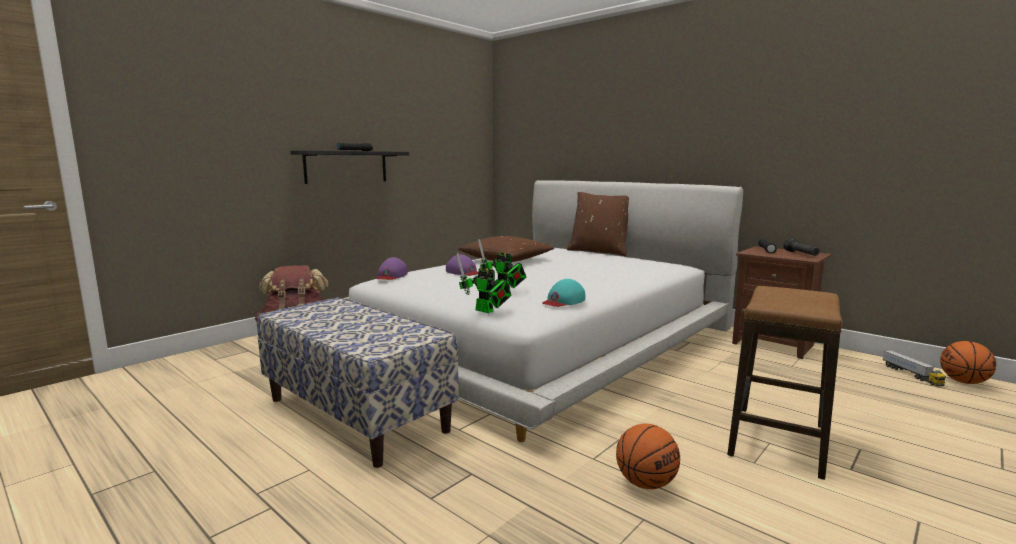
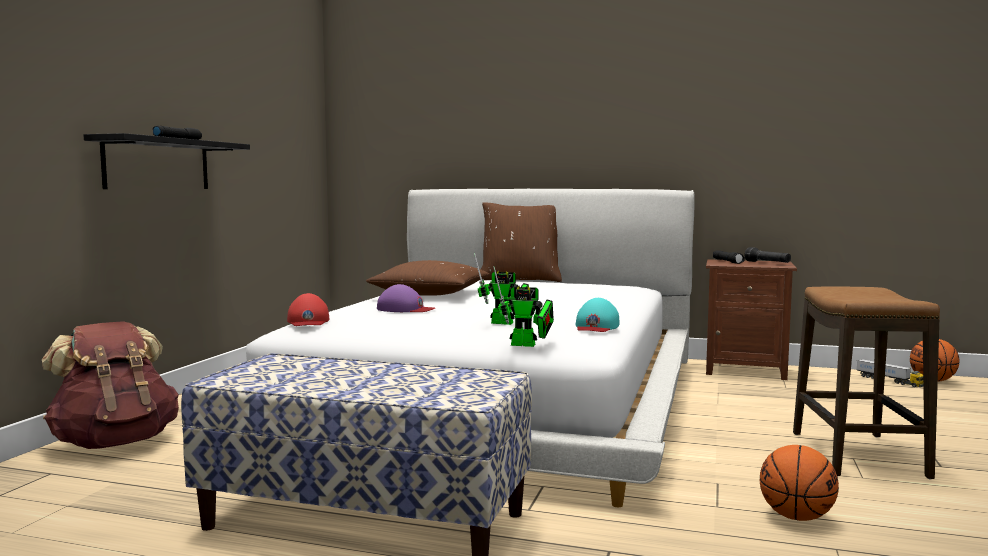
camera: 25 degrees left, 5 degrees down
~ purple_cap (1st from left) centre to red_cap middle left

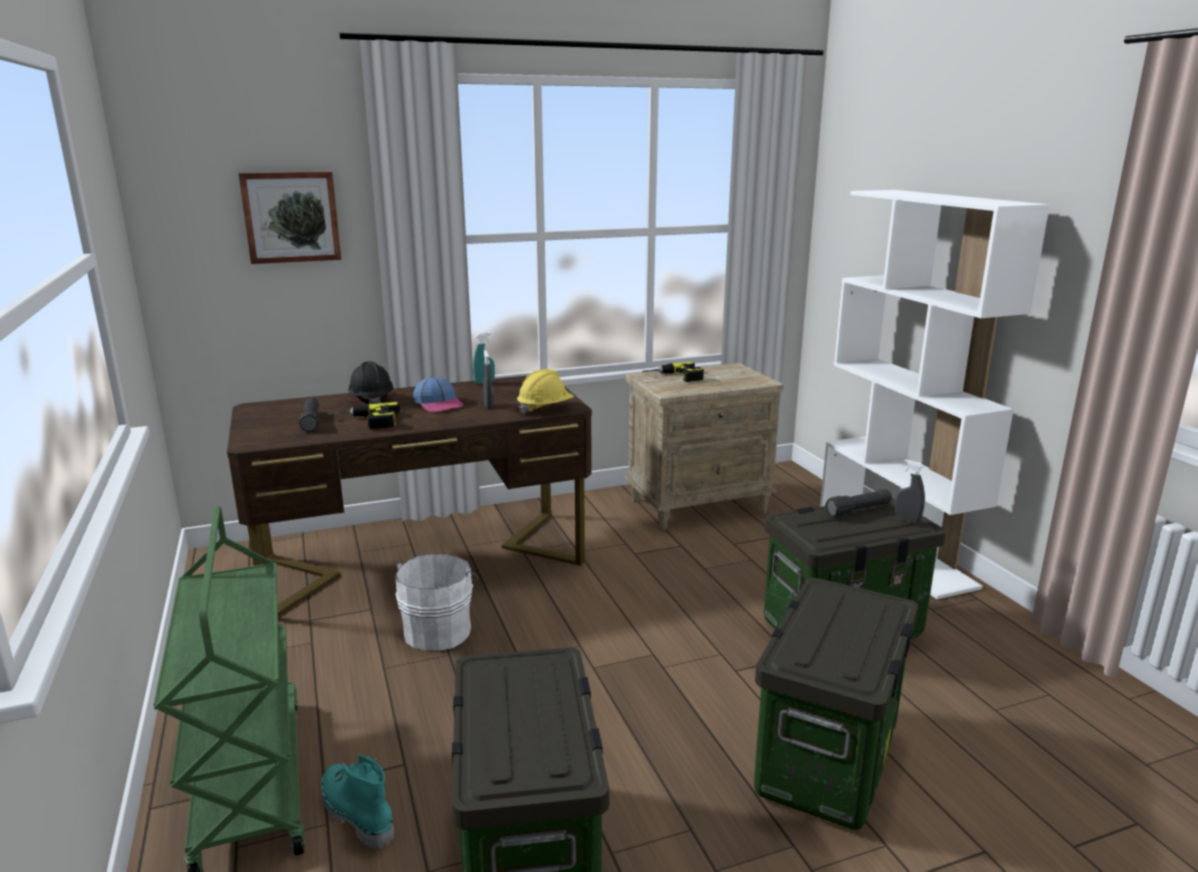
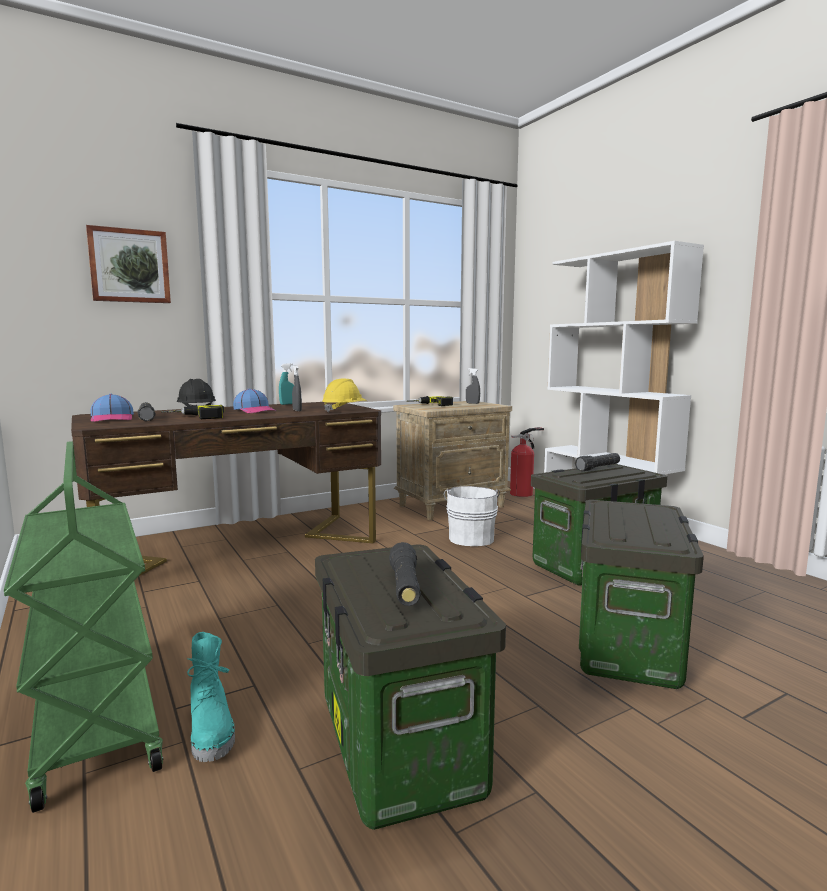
camera: 10 degrees left, 10 degrees down
+ cap (1st from left) middle left
+ black_flashlight (2nd from left) centre
+ fire_extinguisher centre
~ white_bucket bottom centre to centre
~ grey_spray_bottle (2nd from left) middle right to centre
~ turquoise_boot bottom left = bottom left 150 degrees counterclockwise

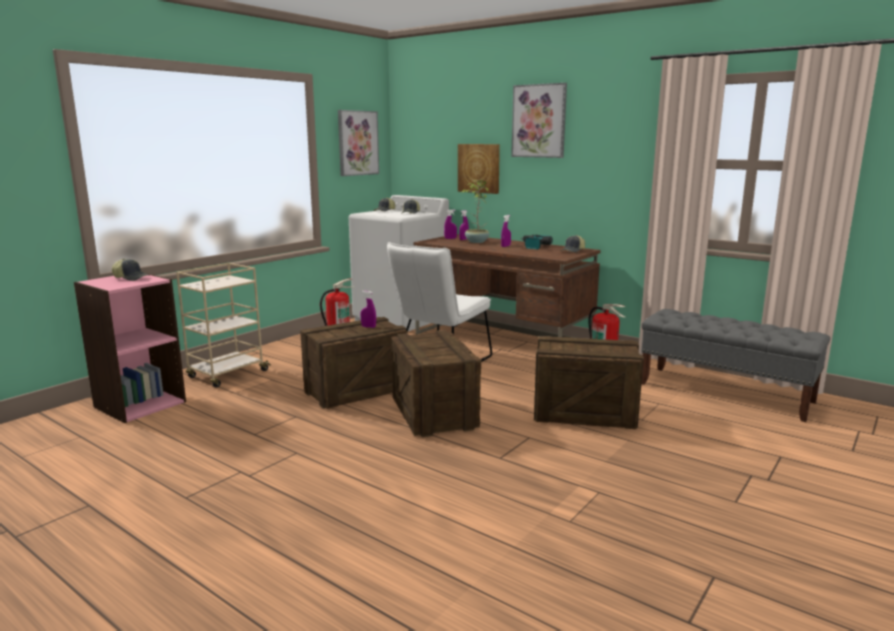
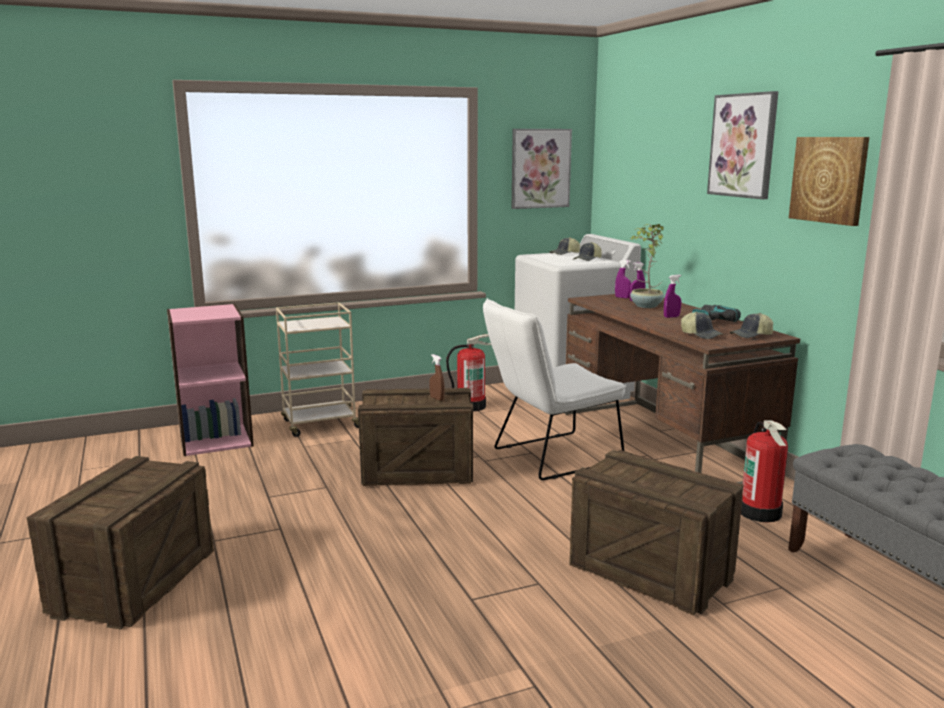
camera: 30 degrees right, 0 degrees up
~ cap (1st from left in the first image) middle left to cap (3rd from left) middle right
~ crate (2nd from left in the first image) centre to crate (1st from left) bottom left
~ picture (2nd from left in the first image) top centre to picture (3rd from left) top right
~ purple_spray_bottle (1st from left) centre to brown_spray_bottle centre

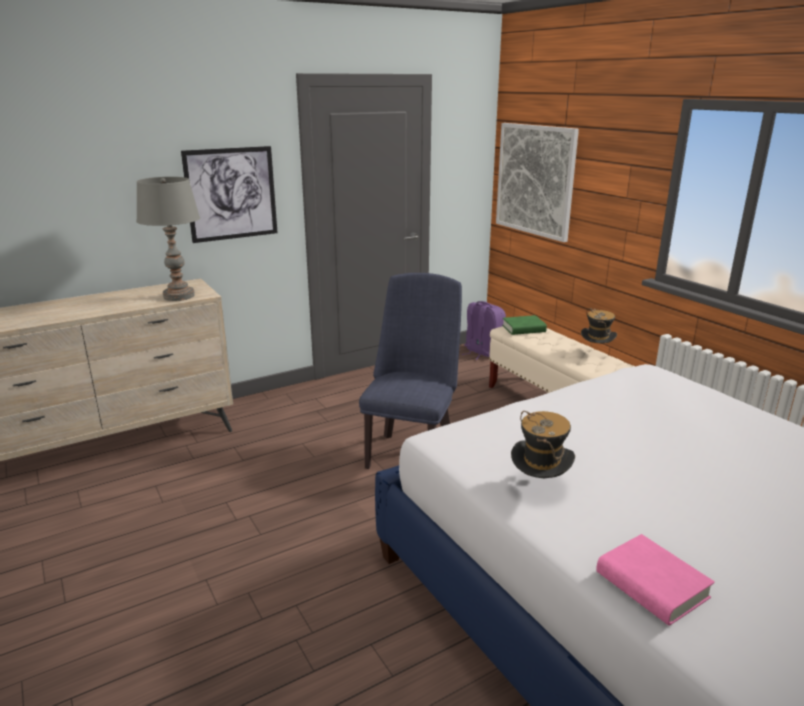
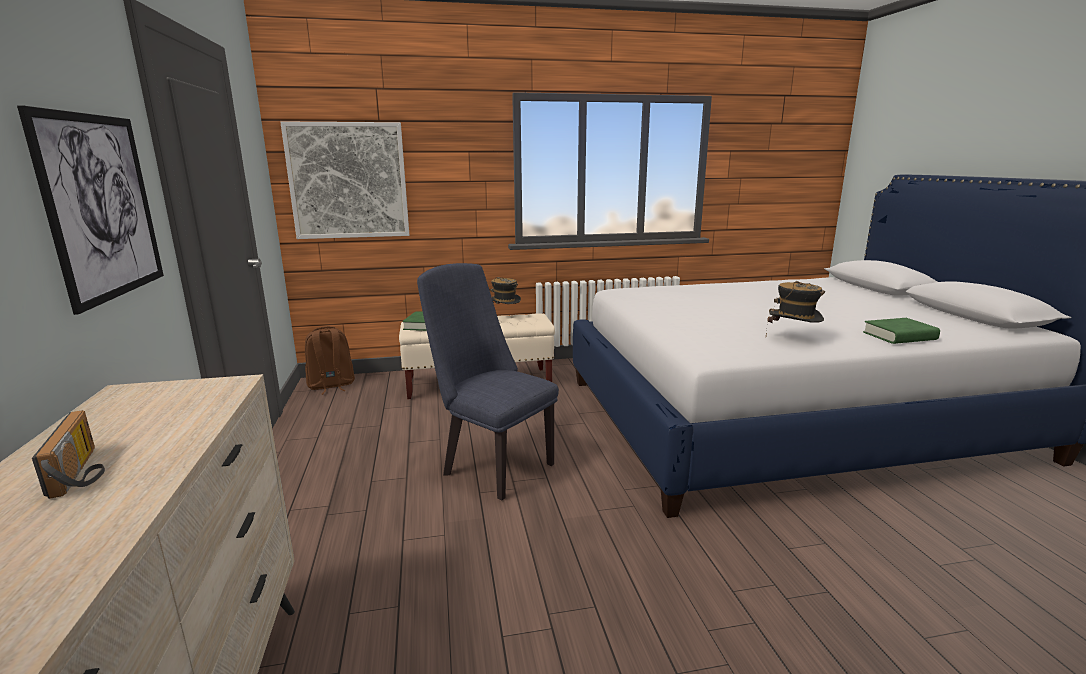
camera: 70 degrees left, 5 degrees down
- grey_table_lamp middle left
+ radio bottom left
~ purple_backpack centre to brown_backpack middle left
~ pink_book bottom right to green_book (2nd from left) middle right

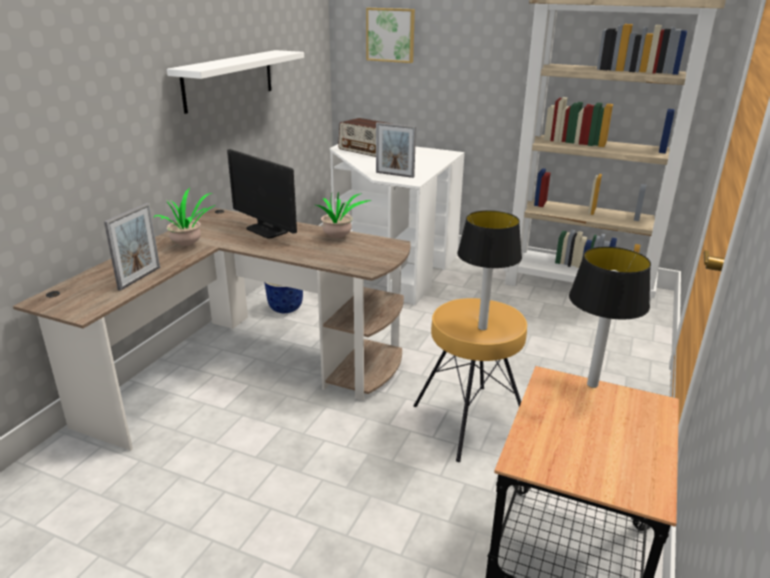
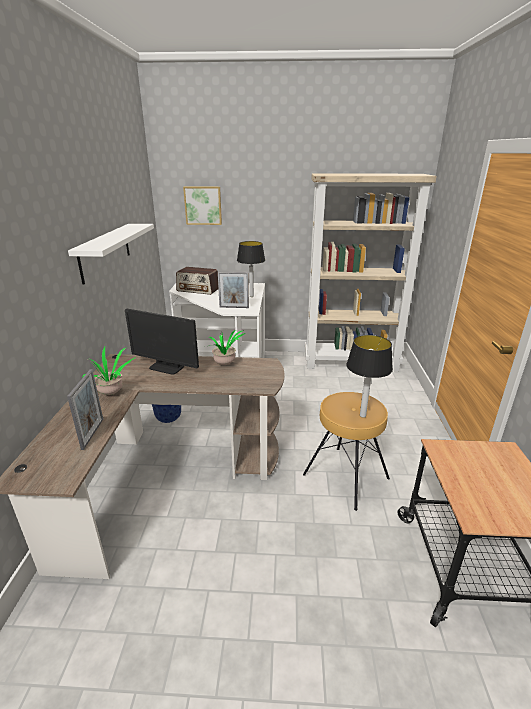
camera: 20 degrees left, 0 degrees up
~ table_lamp (2nd from left in the first image) middle right to table_lamp (1st from left) centre

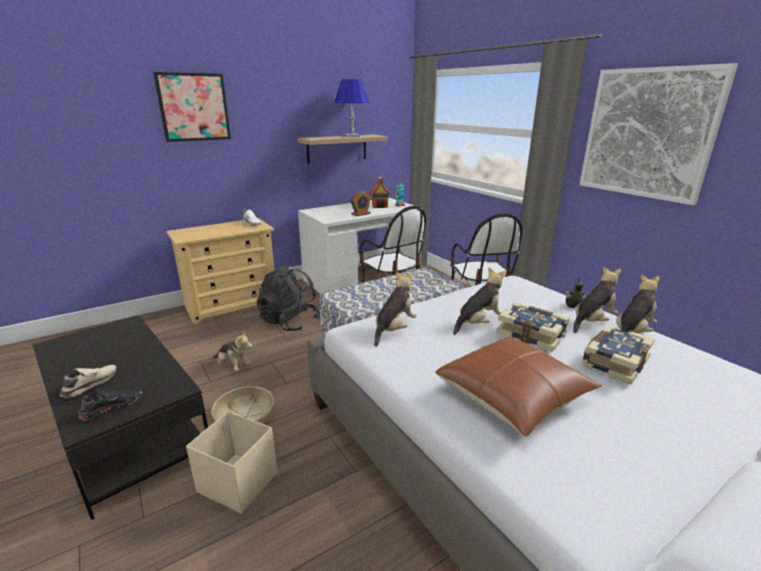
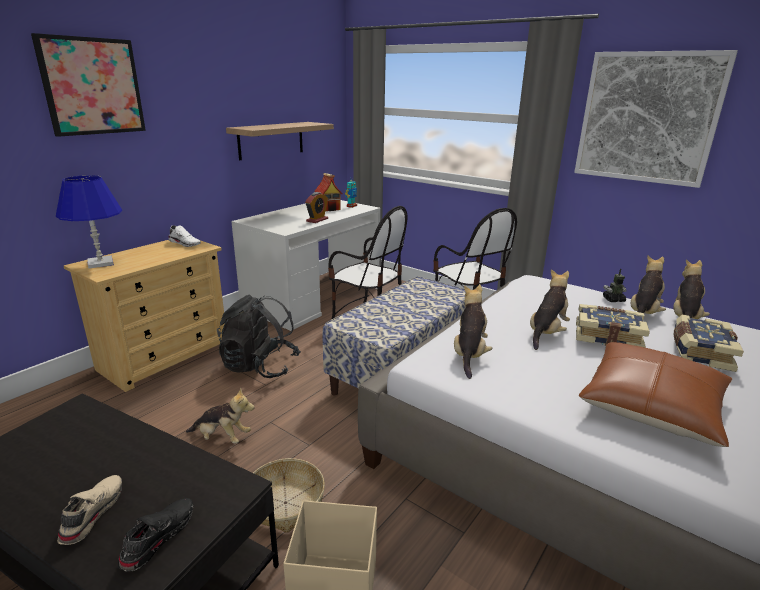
camera: 20 degrees left, 0 degrees up
~ blue_table_lamp top centre to middle left

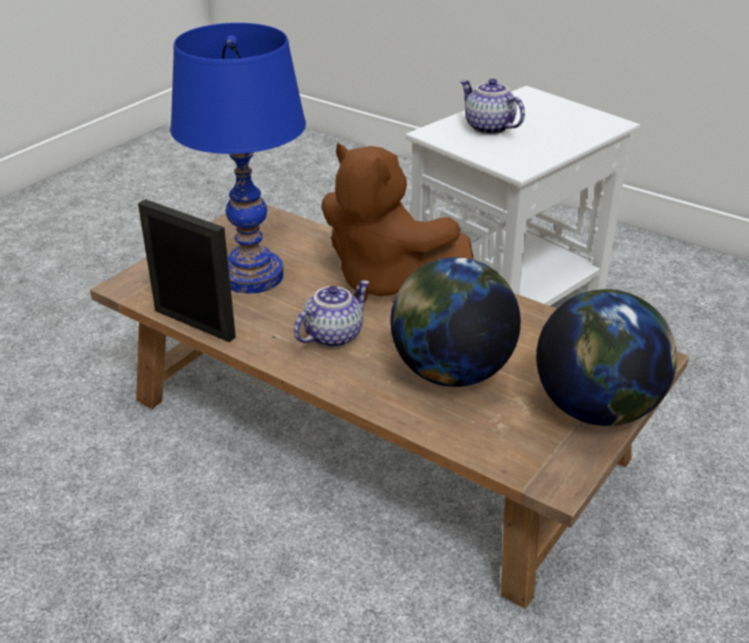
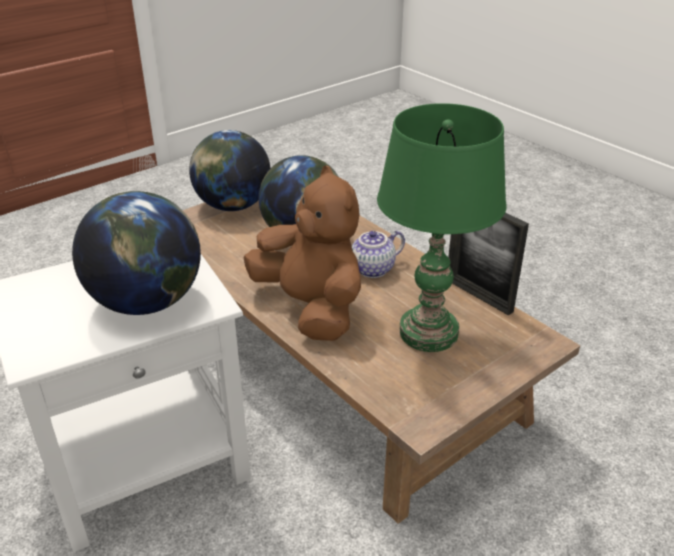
camera: 165 degrees left, 0 degrees up
~ teapot (2nd from left) top centre to globe (1st from left) middle left
~ blue_table_lamp top left to green_table_lamp centre

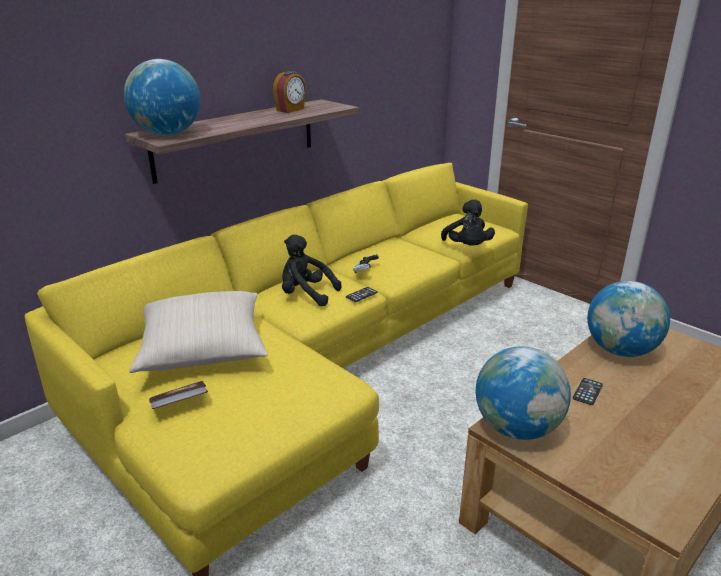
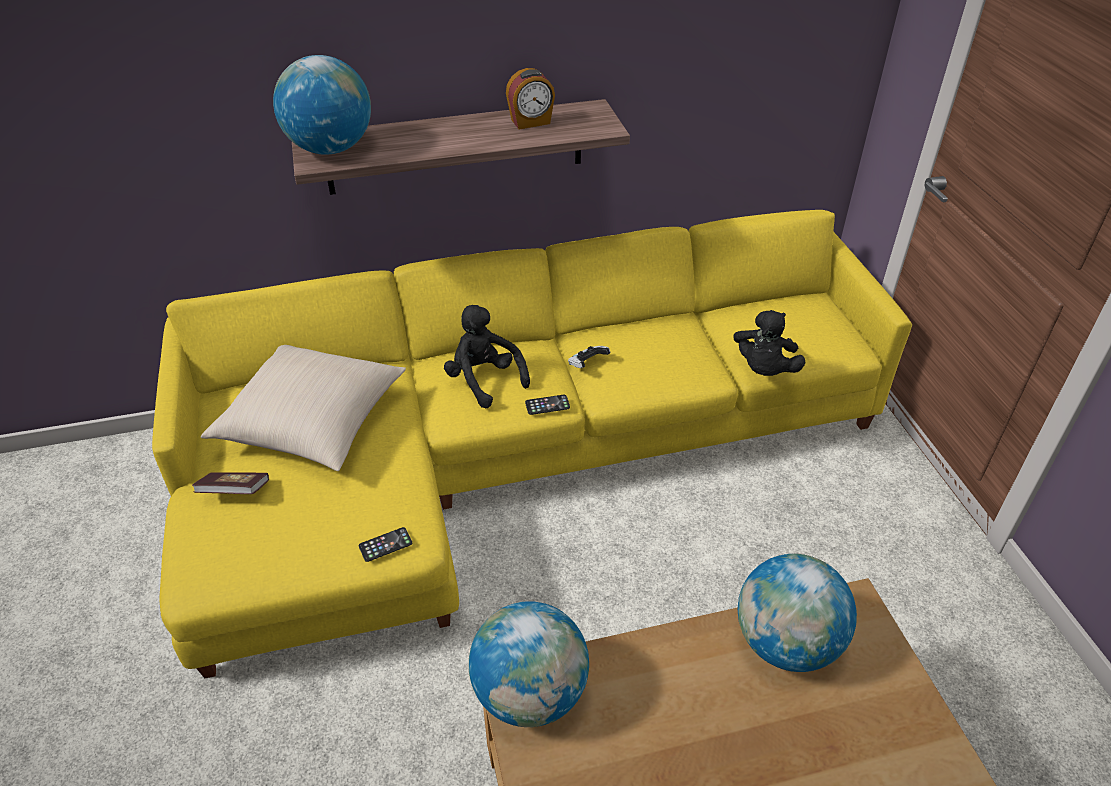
camera: 30 degrees right, 15 degrees up
~ phone (2nd from left in the first image) bottom right to phone (1st from left) bottom centre

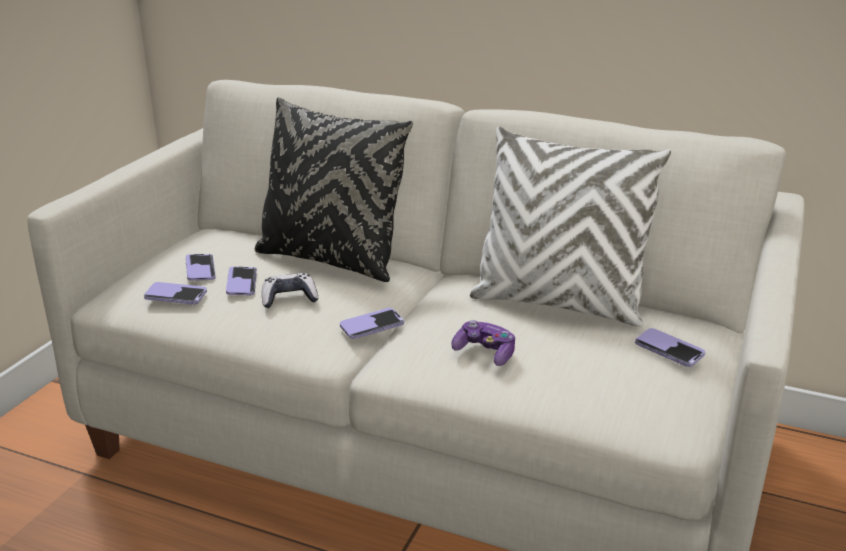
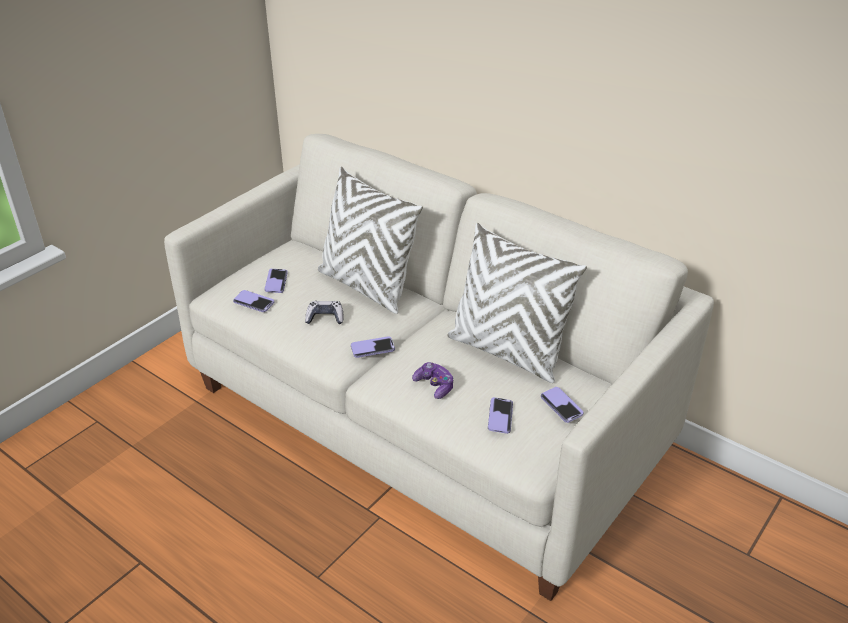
camera: 15 degrees right, 10 degrees up
~ phone (3rd from left in the first image) middle left to phone (4th from left) centre
~ black_pillow centre to white_pillow (1st from left) centre

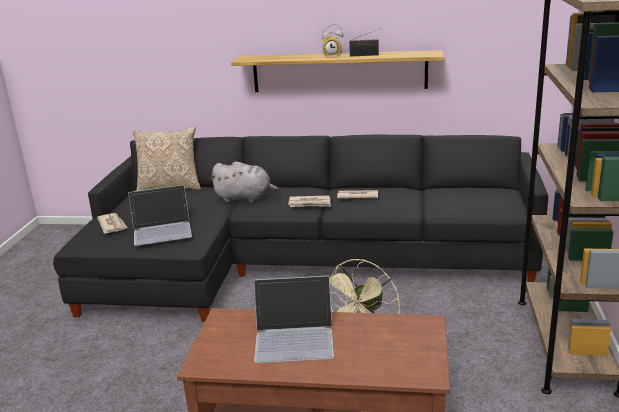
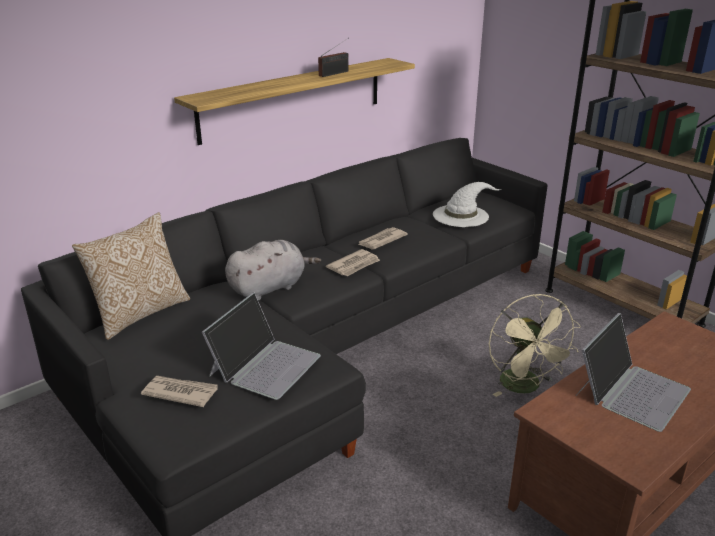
camera: 50 degrees left, 5 degrees up
- alarm_clock top centre
+ white_hat centre

